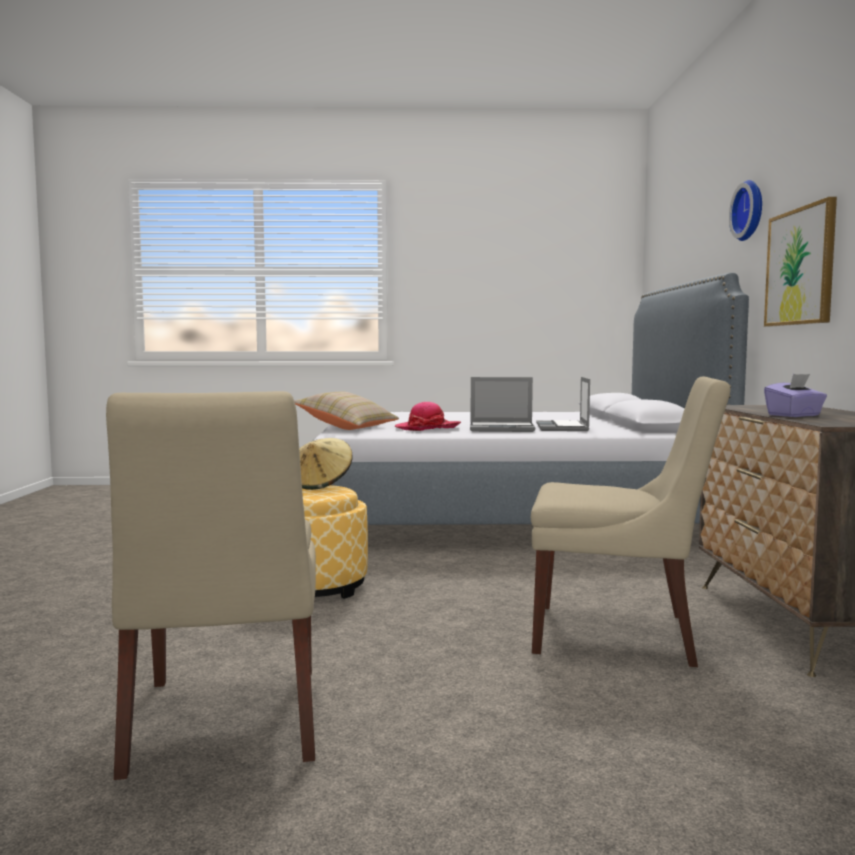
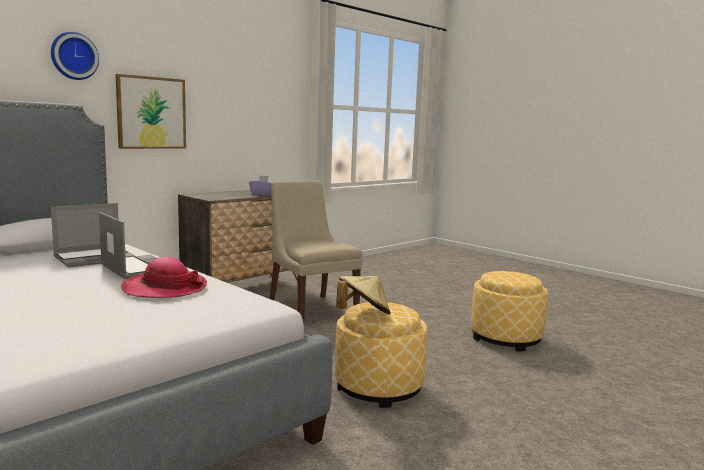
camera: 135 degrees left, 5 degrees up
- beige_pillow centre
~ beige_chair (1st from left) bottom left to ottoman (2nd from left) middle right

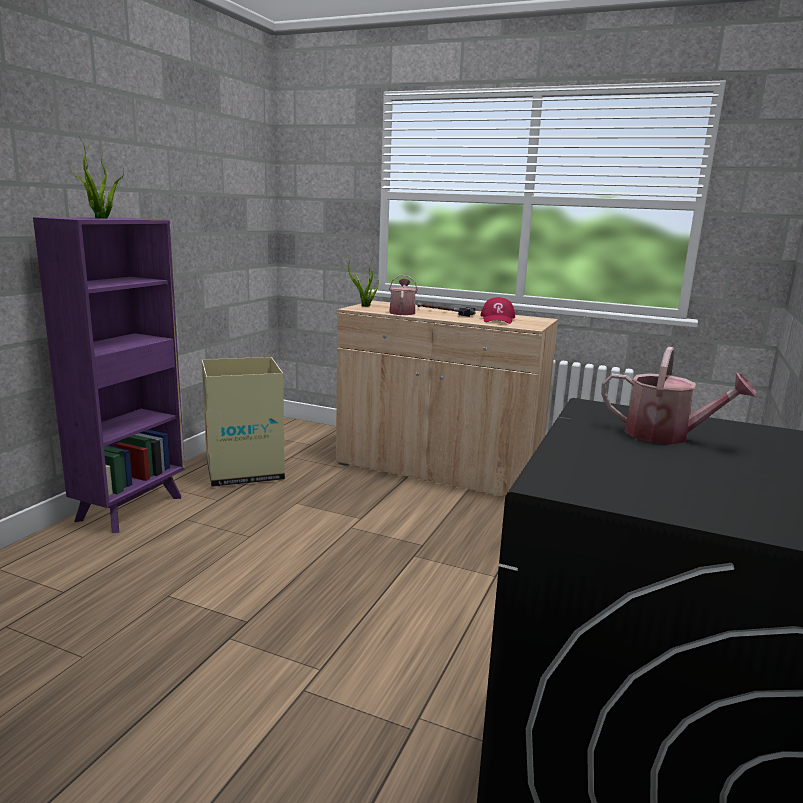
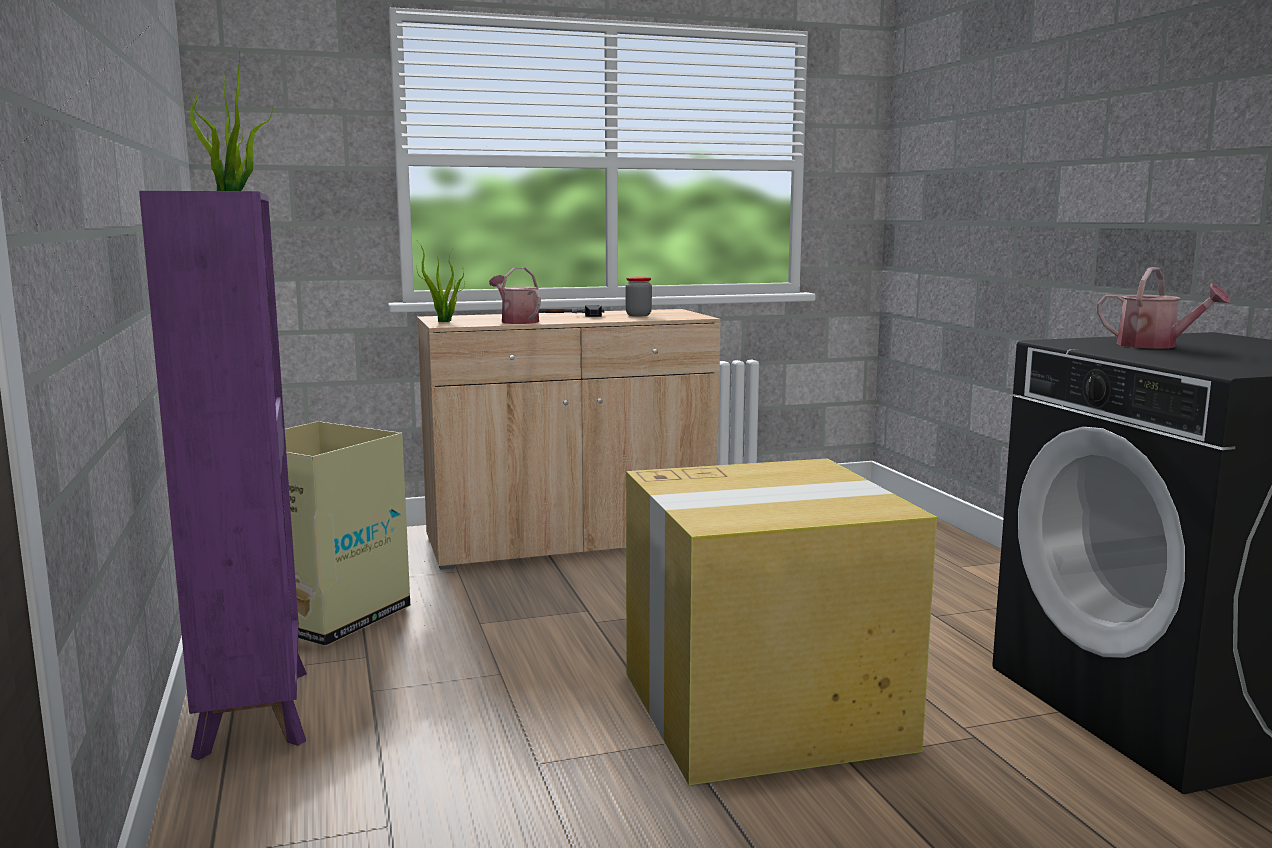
camera: 40 degrees left, 5 degrees down
+ cardboard_box (2nd from left) bottom centre
~ red_cap centre to jar centre
~ watering_can (2nd from left) middle right = middle right 60 degrees clockwise

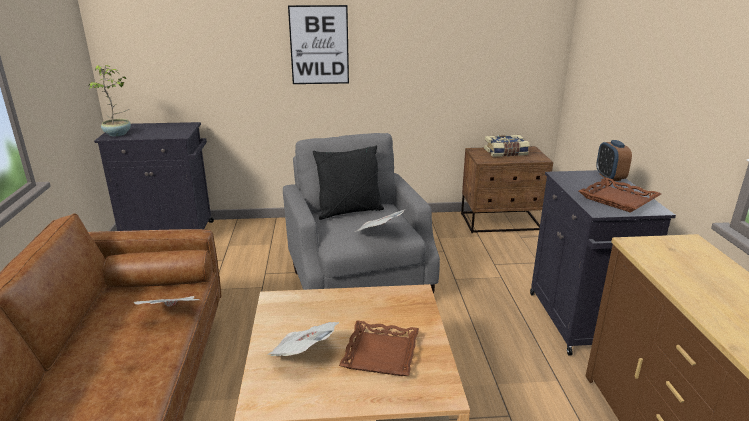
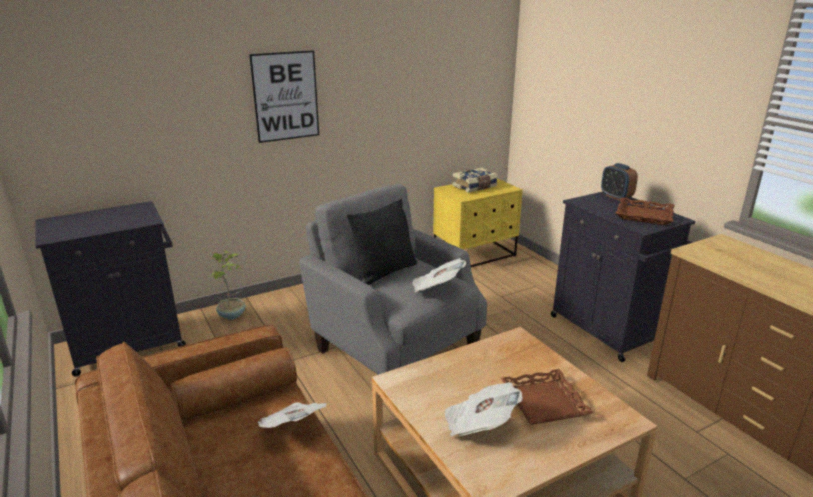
camera: 25 degrees left, 0 degrees up
~ potted_plant top left to middle left
~ brown_nightstand middle right to yellow_nightstand centre

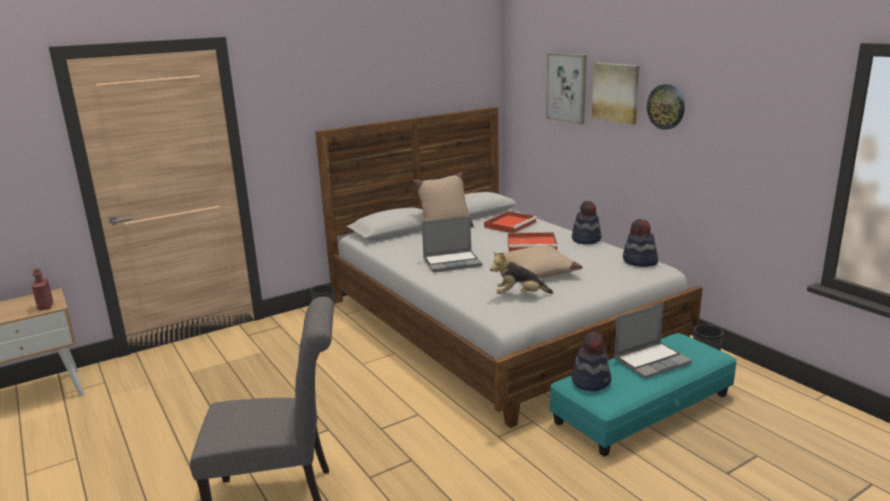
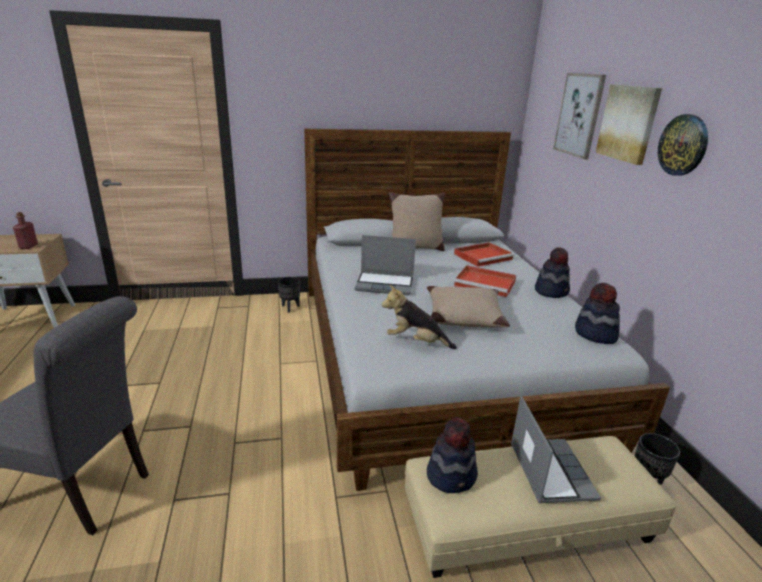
camera: 20 degrees right, 5 degrees up
~ turquoise_ottoman bottom right to beige_ottoman bottom right
~ laptop (2nd from left) bottom right = bottom right 90 degrees counterclockwise

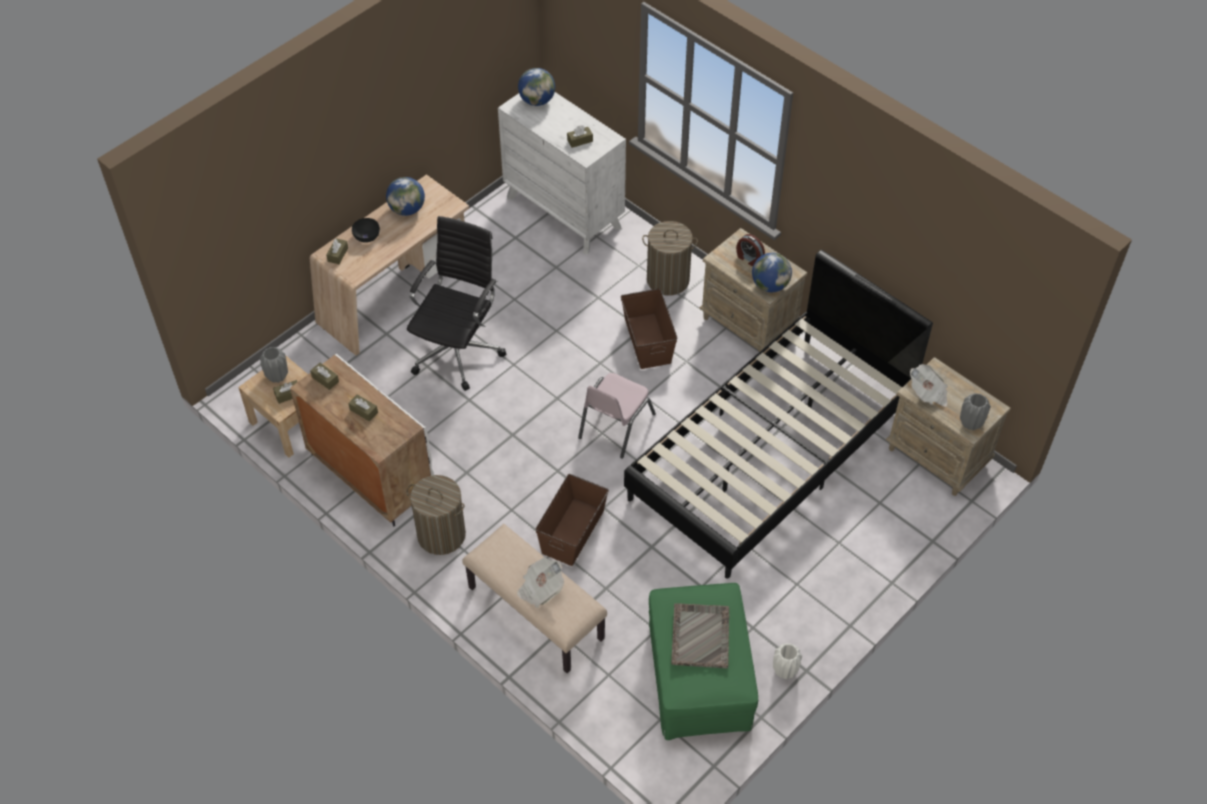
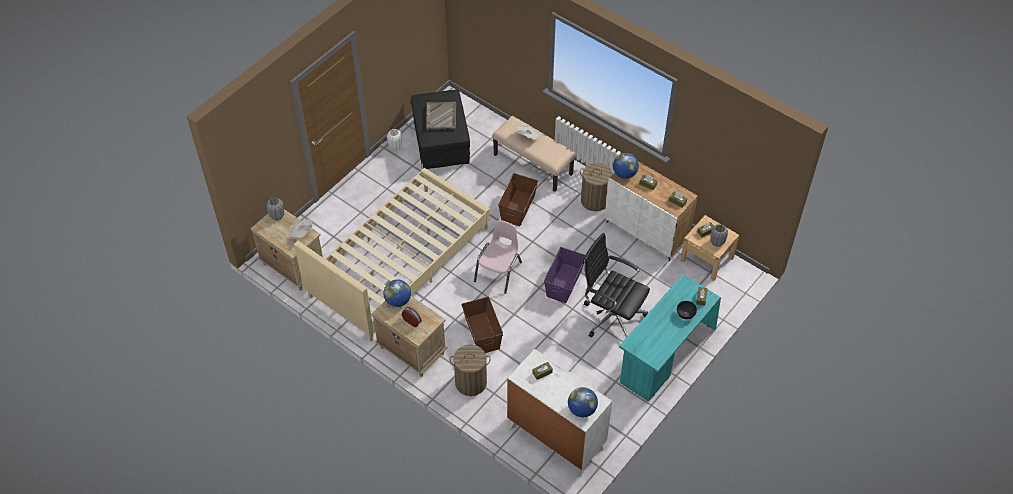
camera: 175 degrees right, 0 degrees up
+ purple_storage_box centre
~ globe (1st from left in the first image) top centre to globe (3rd from left) centre
~ beige_desk top left to turquoise_desk bottom centre
~ black_bed centre to beige_bed centre
~ green_ottoman bottom centre to black_ottoman top centre
~ black_office_chair centre = centre 105 degrees clockwise

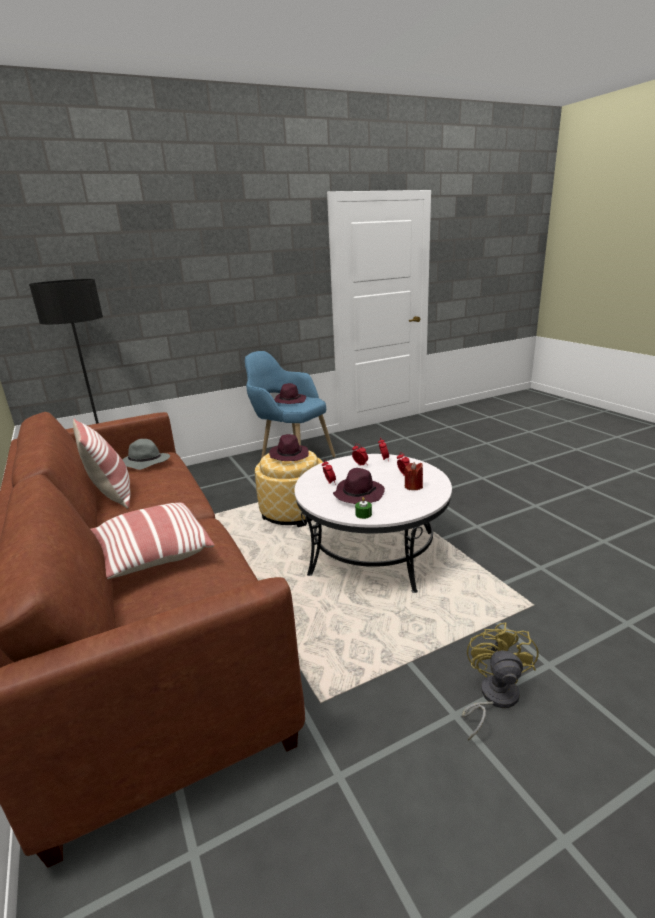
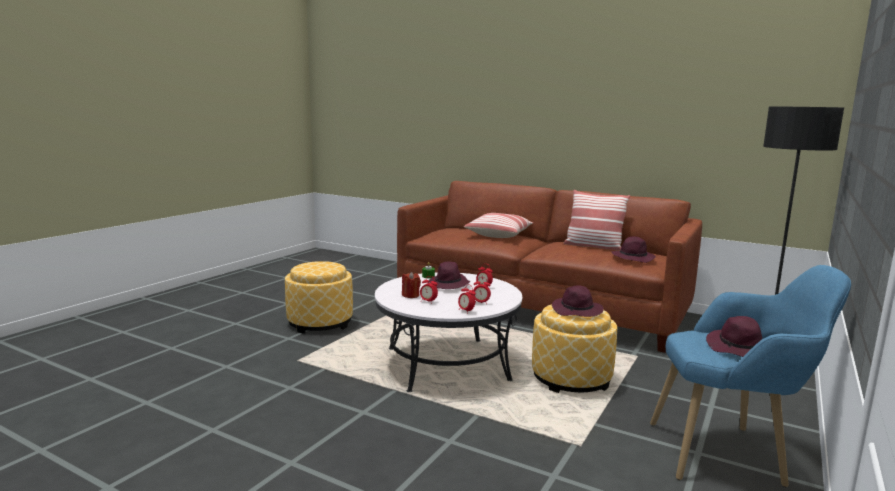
camera: 145 degrees right, 10 degrees down
~ yellow_fan bottom right to ottoman (1st from left) centre
~ grey_hat middle left to purple_hat (3rd from left) middle right

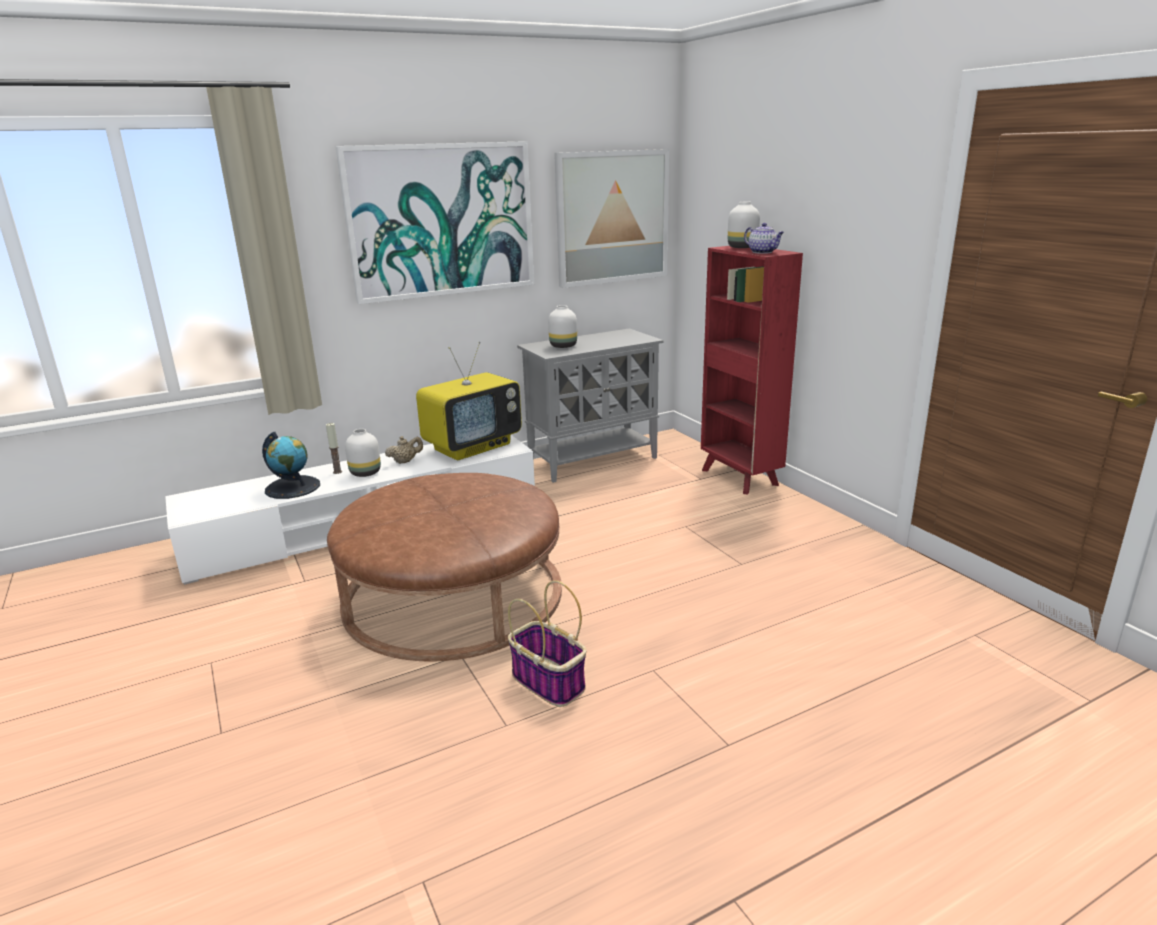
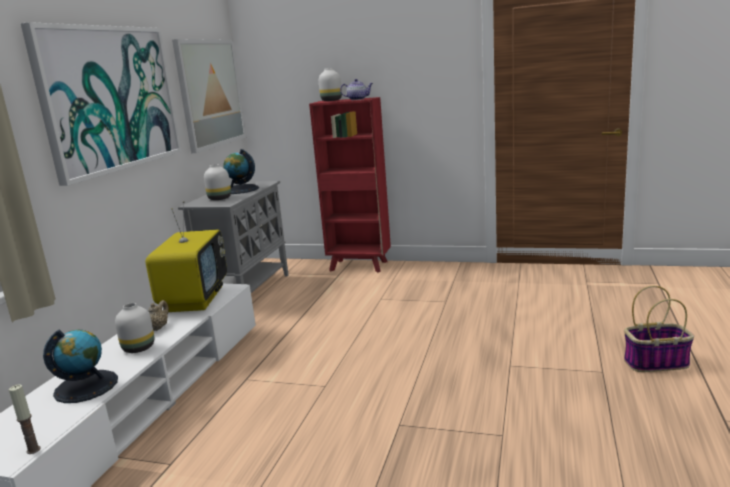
camera: 45 degrees left, 5 degrees down
- brown_ottoman centre
+ globe (2nd from left) middle left
~ candle middle left to bottom left
~ basket bottom centre to bottom right

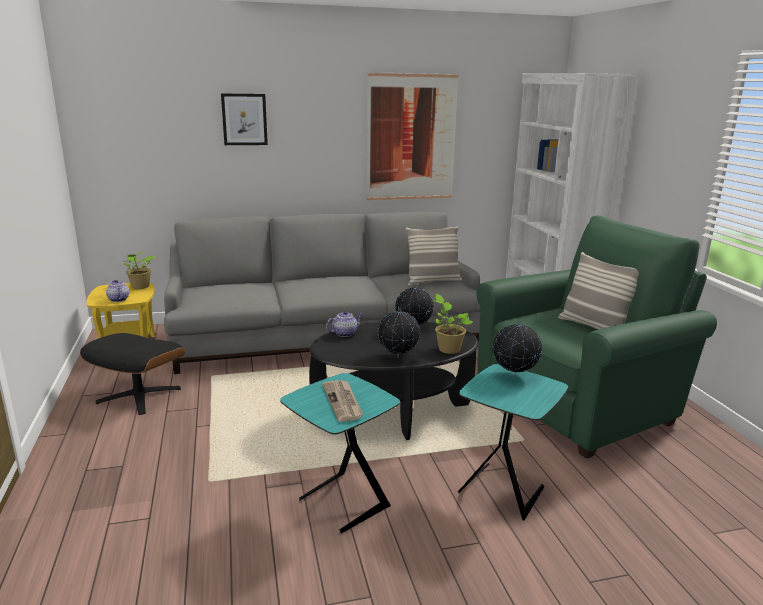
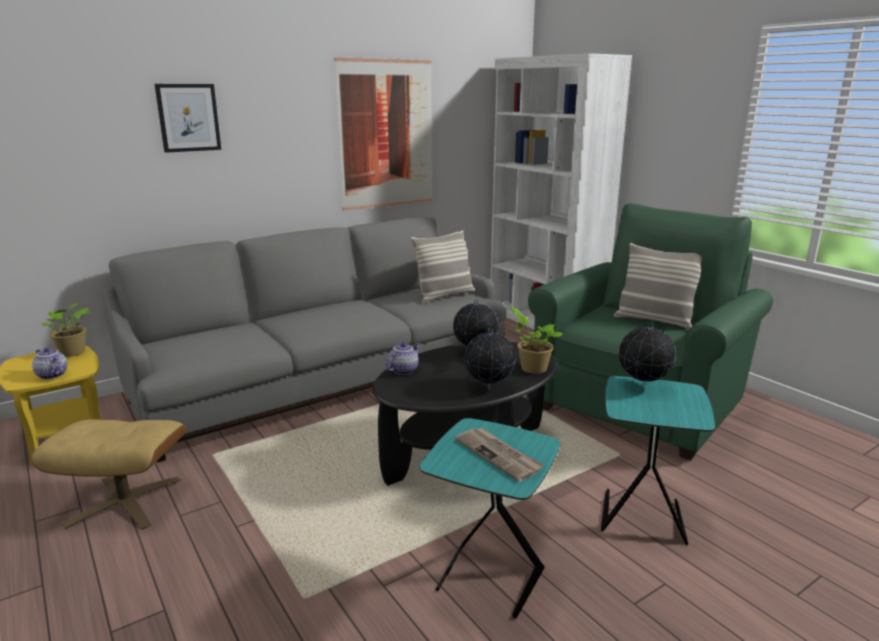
camera: 20 degrees left, 0 degrees up
~ black_ottoman middle left to beige_ottoman bottom left

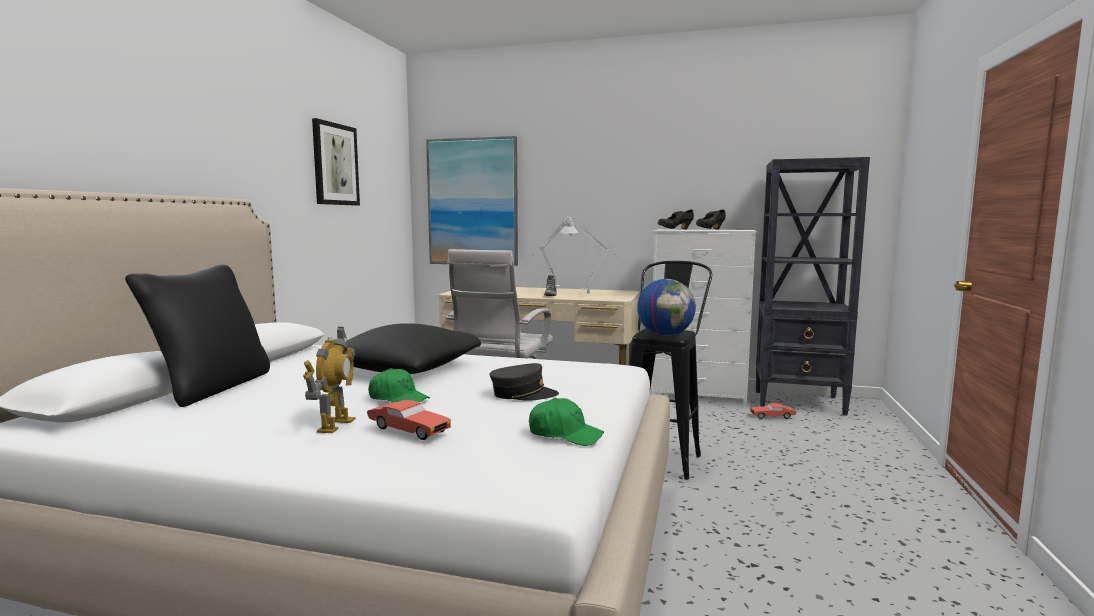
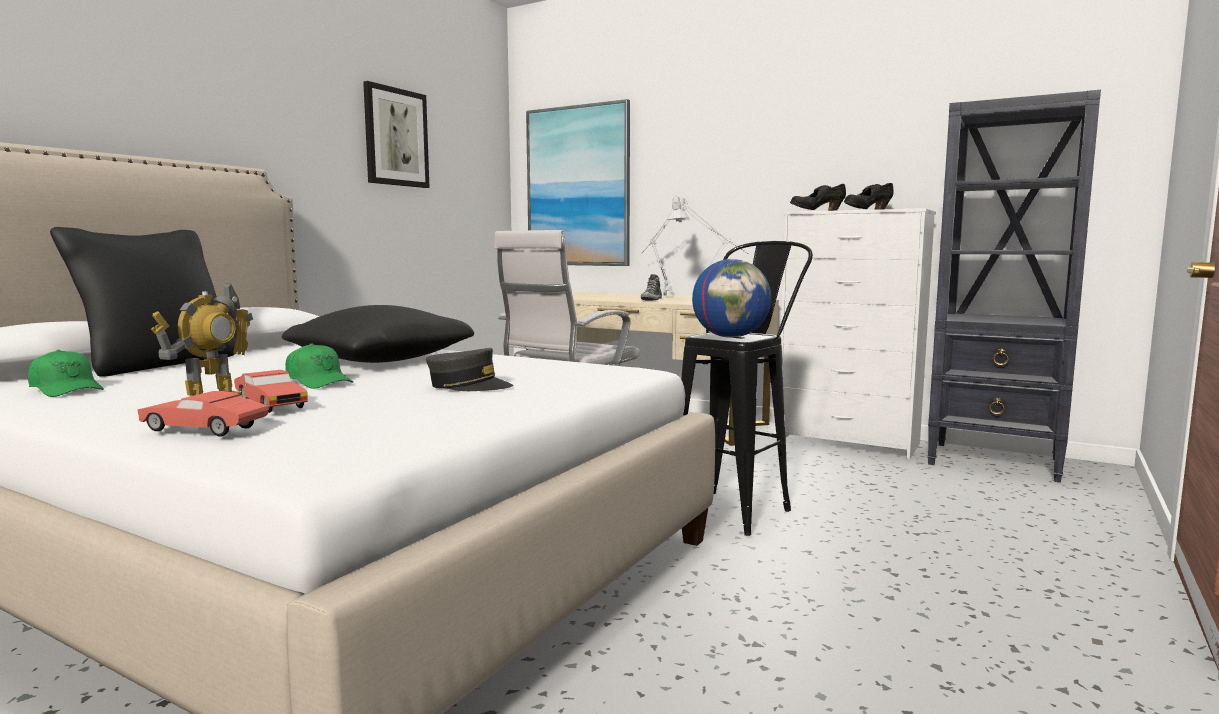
camera: 15 degrees right, 0 degrees up
~ green_cap (2nd from left in the first image) bottom centre to green_cap (1st from left) middle left
~ red_toy_car (2nd from left in the first image) bottom right to red_toy_car (1st from left) middle left

